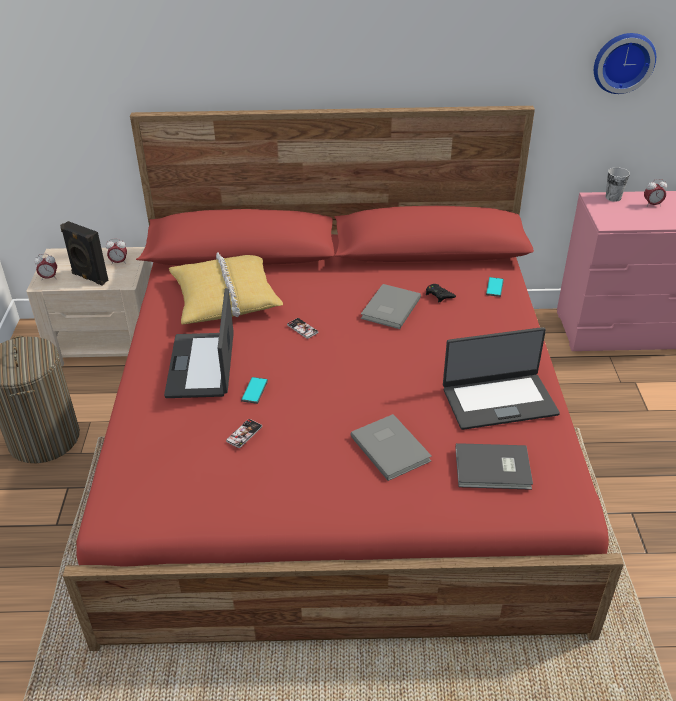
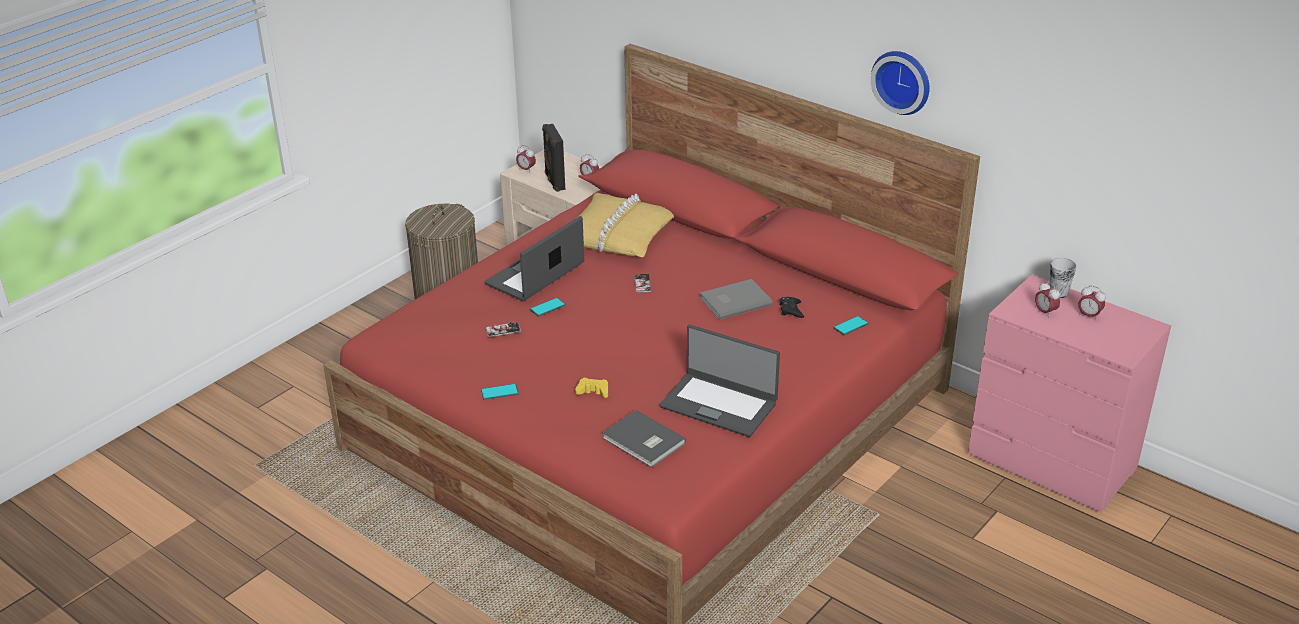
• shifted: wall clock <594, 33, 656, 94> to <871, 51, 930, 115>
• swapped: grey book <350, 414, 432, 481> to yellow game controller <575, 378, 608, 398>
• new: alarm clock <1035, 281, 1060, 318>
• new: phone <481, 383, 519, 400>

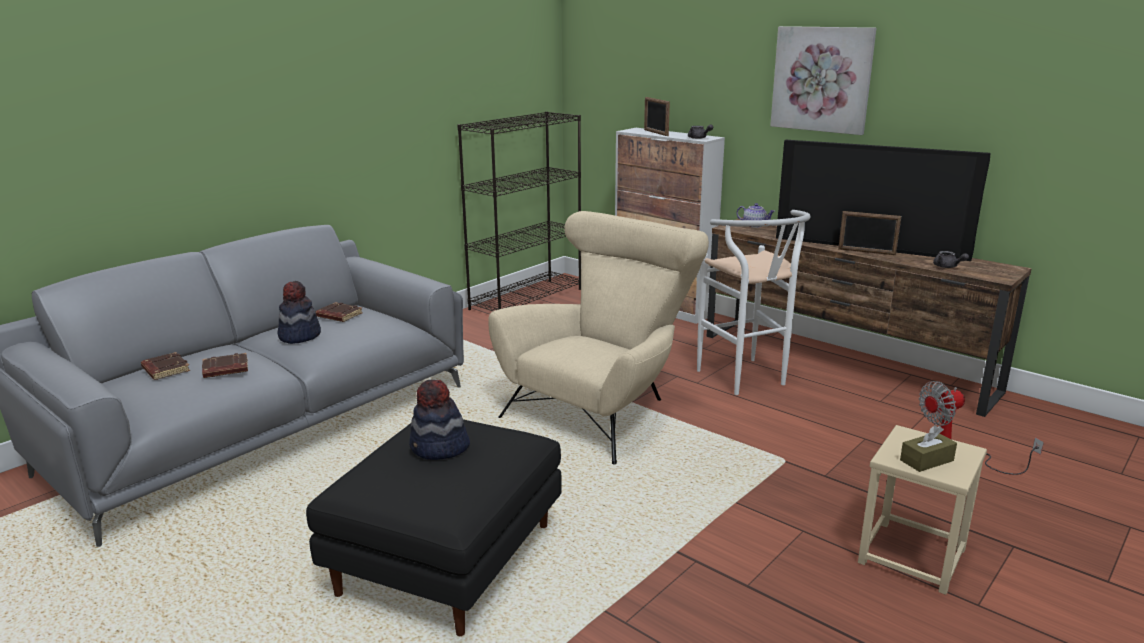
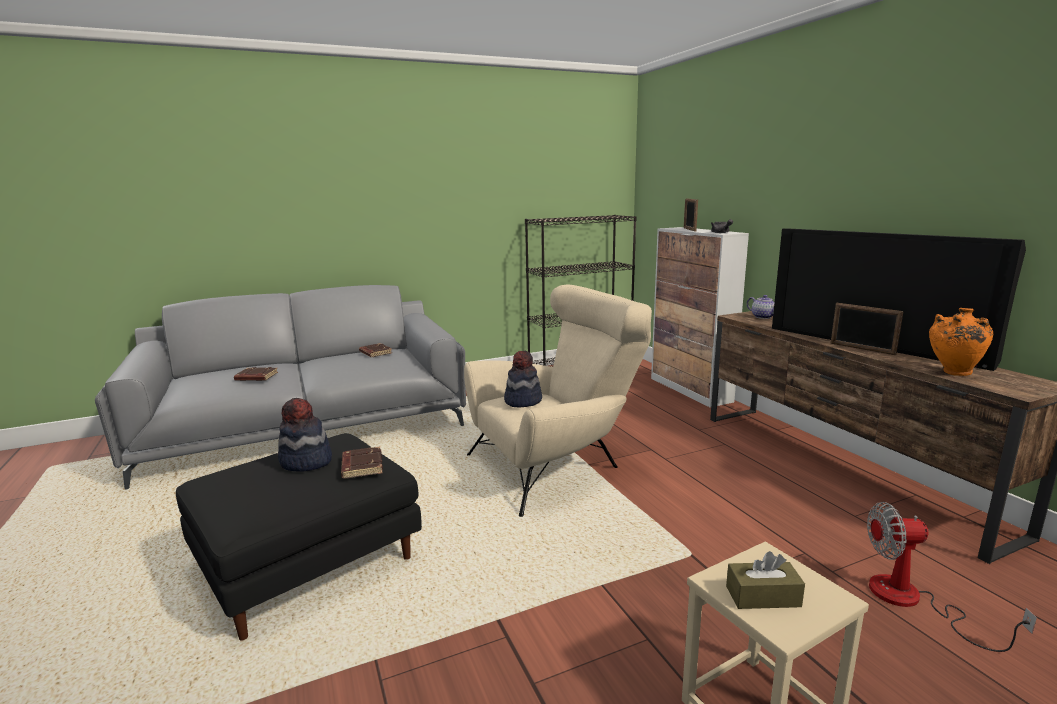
• gone: picture <770, 26, 876, 135>
• gone: white stool <697, 210, 811, 395>
• swapped: grey teapot <933, 251, 969, 268> to orange vase <929, 308, 993, 376>
• shifted: hat <277, 281, 321, 344> to <504, 351, 542, 408>
• shifted: brown book <141, 352, 190, 380> to <341, 446, 383, 479>

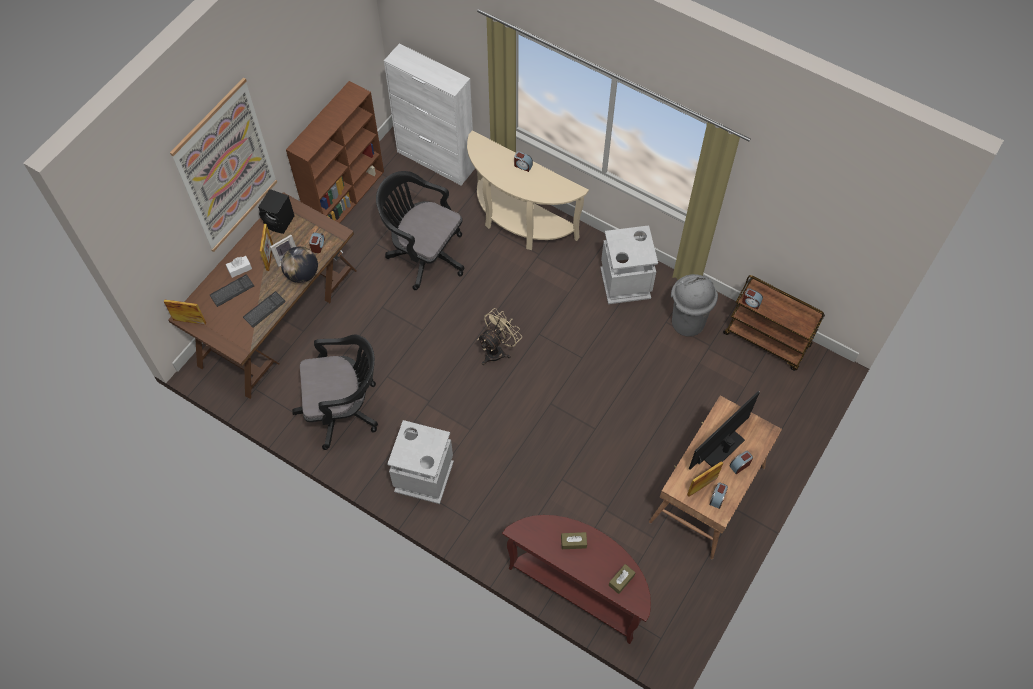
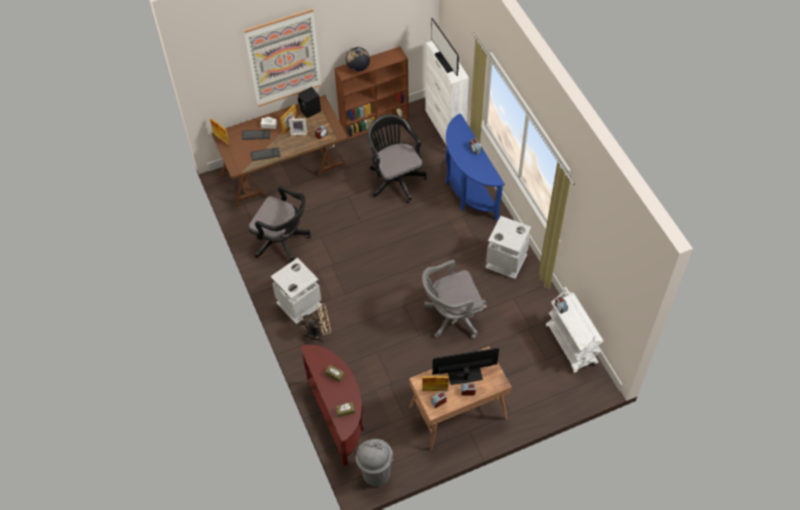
• repainted: beige console table <467, 131, 589, 250> to blue console table <445, 114, 505, 220>
• shifted: globe <281, 247, 318, 283> to <346, 47, 370, 72>
• shifted: grey trash can <671, 274, 718, 337> to <355, 439, 393, 487>
• repainted: brown cart <723, 275, 825, 371> to white cart <545, 287, 603, 373>
• shifted: beige fan <477, 308, 521, 365> to <301, 303, 331, 343>
• new: monitor <431, 18, 459, 76>
• new: grey office chair <422, 260, 487, 338>

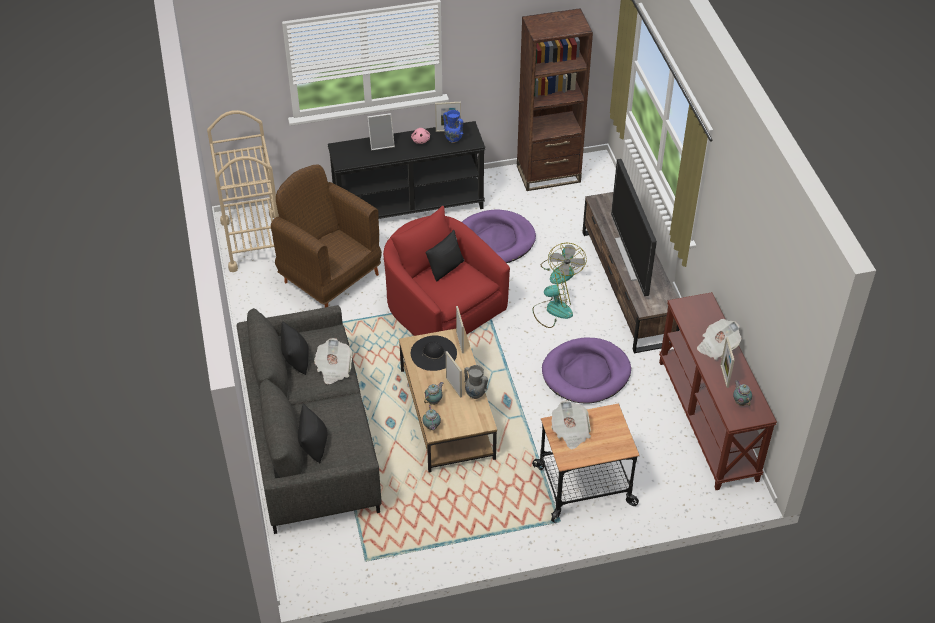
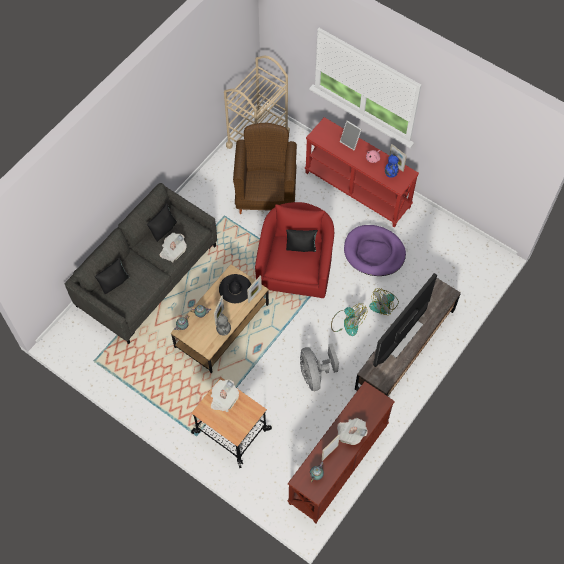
• gone: brown bookcase <517, 8, 593, 191>
• repainted: black console table <328, 121, 485, 219> to red console table <305, 117, 419, 227>
• swapped: purple dog bed <542, 337, 631, 404> to grey fan <300, 343, 339, 391>

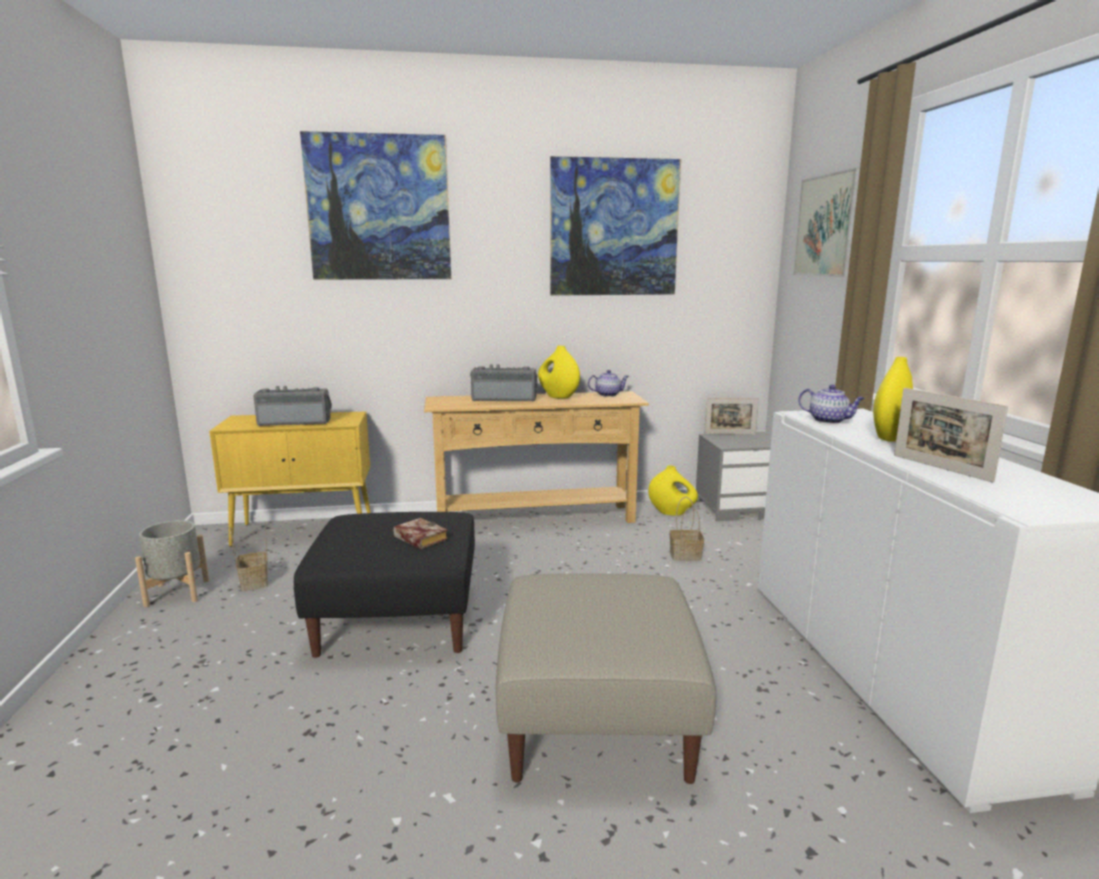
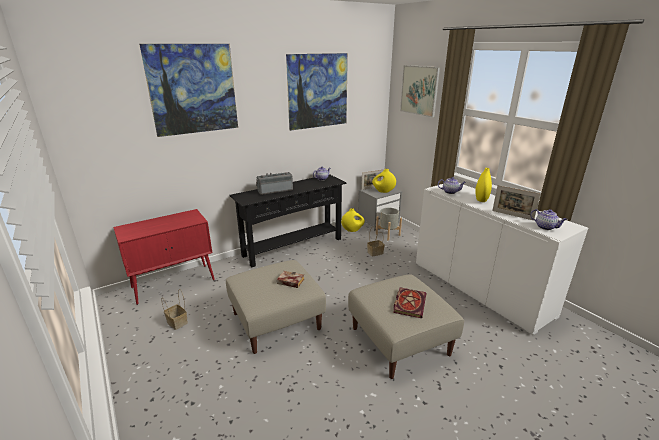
• shifted: yellow vase <538, 346, 580, 399> to <372, 169, 396, 193>
• gone: radio <254, 386, 332, 426>
• repainted: beige console table <424, 391, 649, 523> to black console table <230, 174, 347, 267>
• repainted: yellow cabinet <209, 411, 371, 547> to red cabinet <113, 209, 215, 305>
• repainted: black ottoman <294, 512, 475, 658> to beige ottoman <226, 260, 326, 354>
• shifted: grey planter <135, 520, 209, 607> to <376, 208, 402, 241>
• new: teapot <530, 209, 567, 230>
• new: book <393, 287, 426, 318>

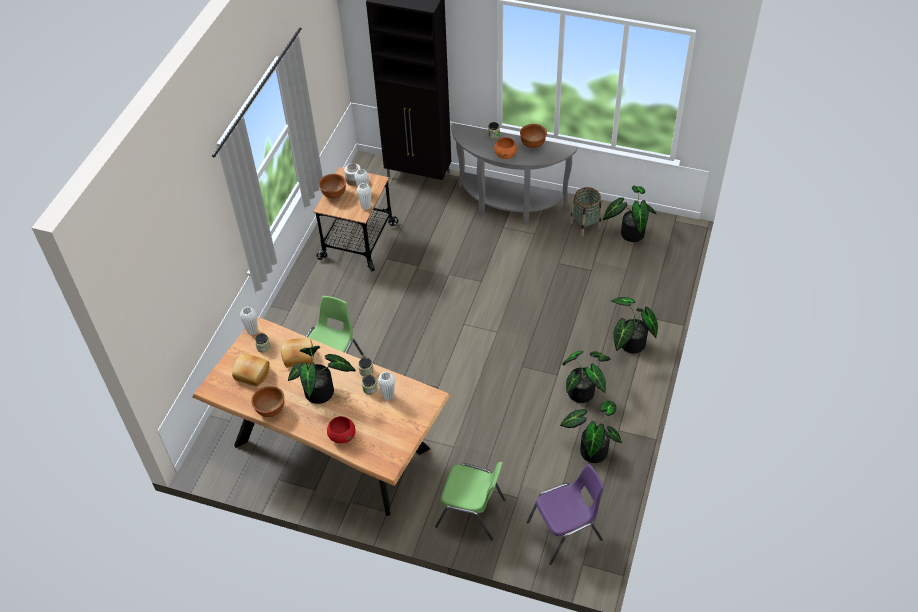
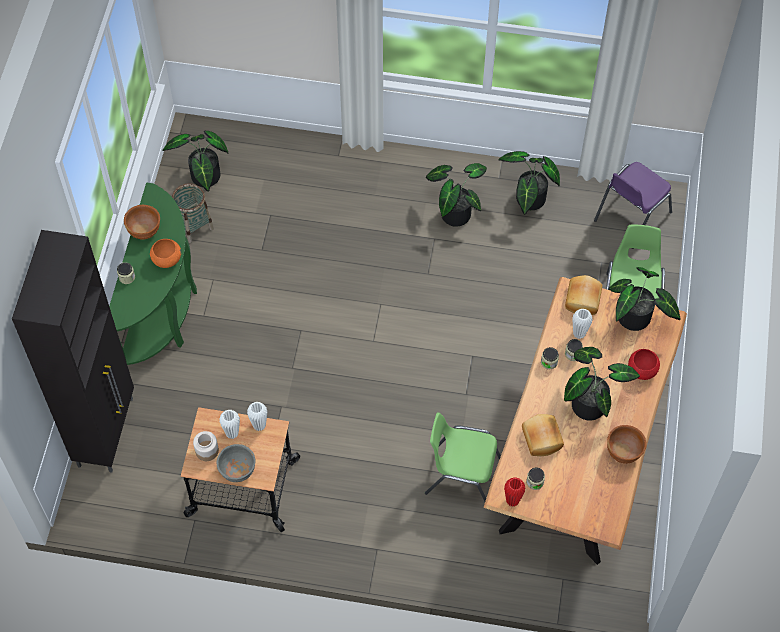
• repainted: grey console table <451, 123, 577, 224> to green console table <109, 182, 197, 365>
• repainted: brown bowl <319, 174, 346, 199> to grey bowl <216, 444, 256, 482>
• shifted: potted plant <611, 297, 658, 354> to <608, 267, 681, 331>
• repainted: white vase <240, 307, 258, 335> to red vase <504, 477, 526, 507>
• shifted: bread <232, 354, 269, 387> to <565, 275, 603, 315>
• rotated: purple chair <527, 464, 604, 565> = <594, 162, 672, 249> 105 degrees counterclockwise

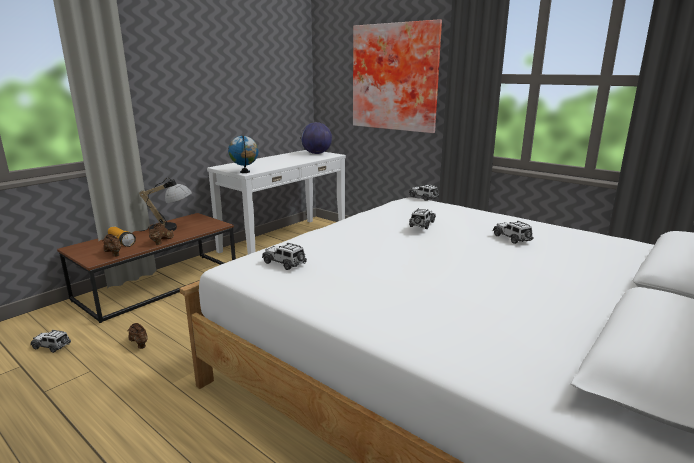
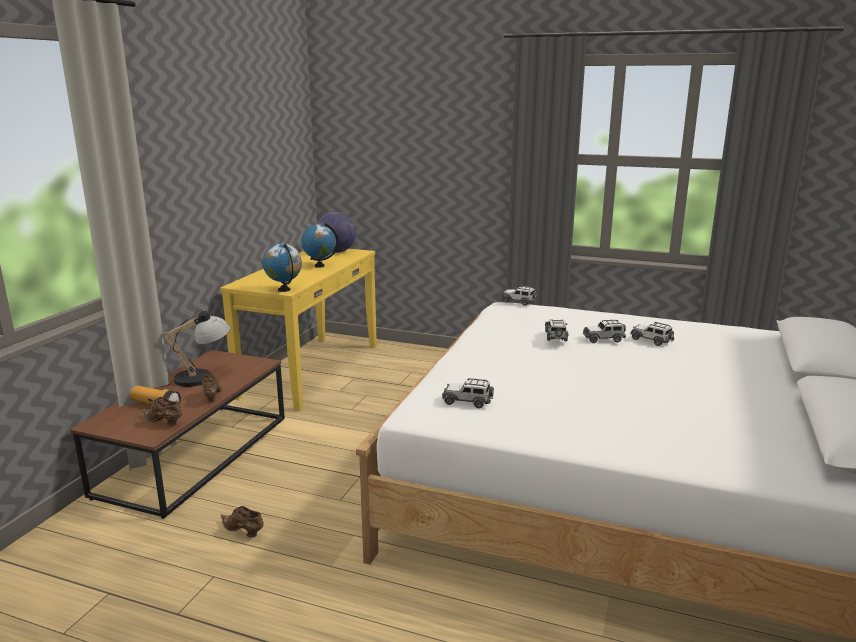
• gone: picture <353, 19, 442, 133>
• repainted: white console table <207, 150, 346, 255> to yellow console table <220, 249, 377, 411>
• shifted: toy car <31, 330, 71, 353> to <583, 320, 626, 343>
• new: globe <301, 223, 338, 268>

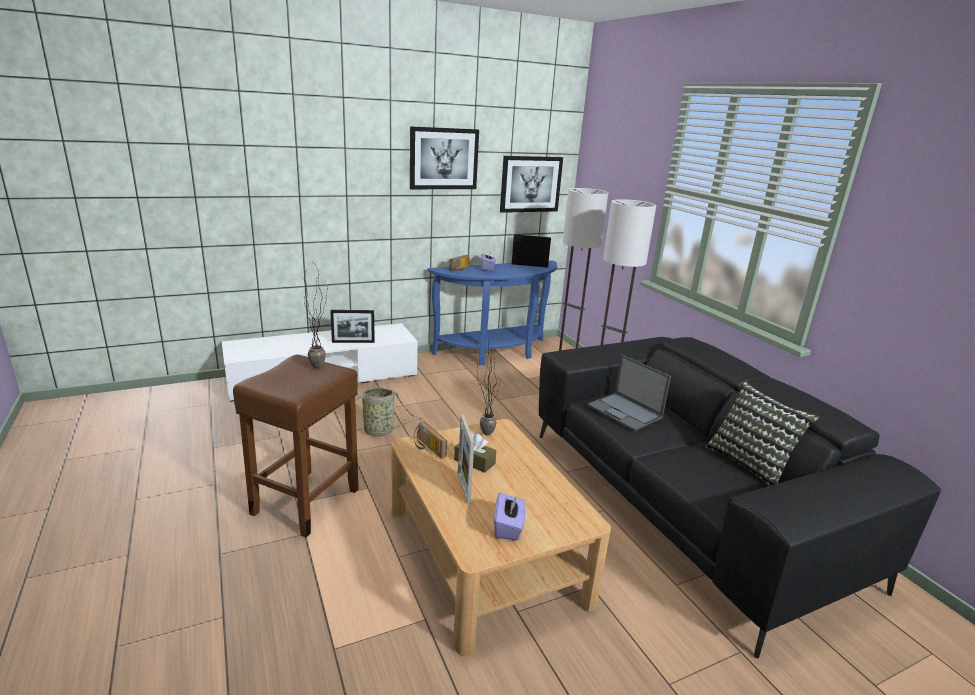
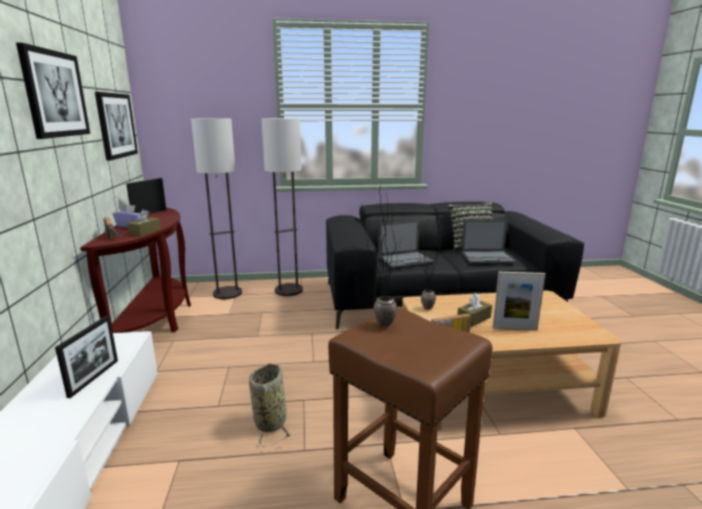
• repainted: blue console table <428, 260, 557, 365> to brown console table <80, 207, 191, 333>
• gone: purple tissue box <494, 492, 526, 540>
• new: brown tissue box <127, 209, 161, 236>
• new: laptop <461, 220, 516, 263>

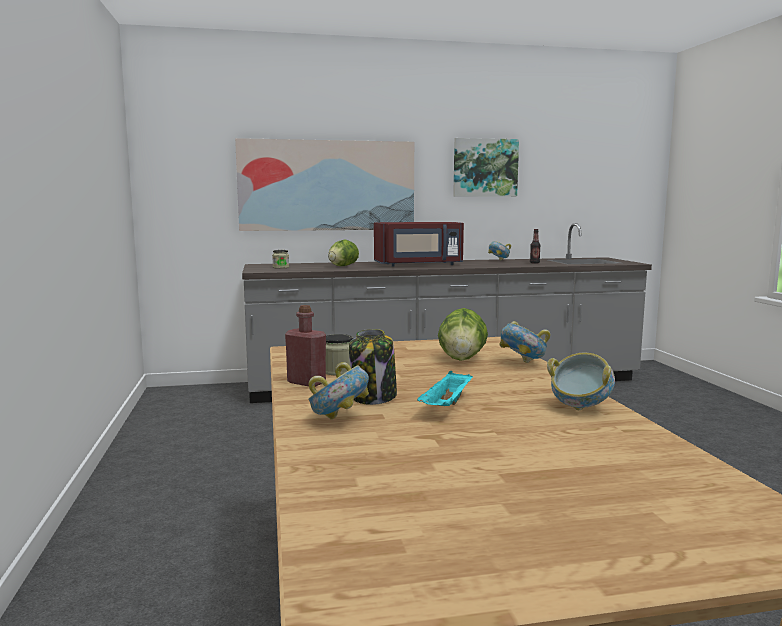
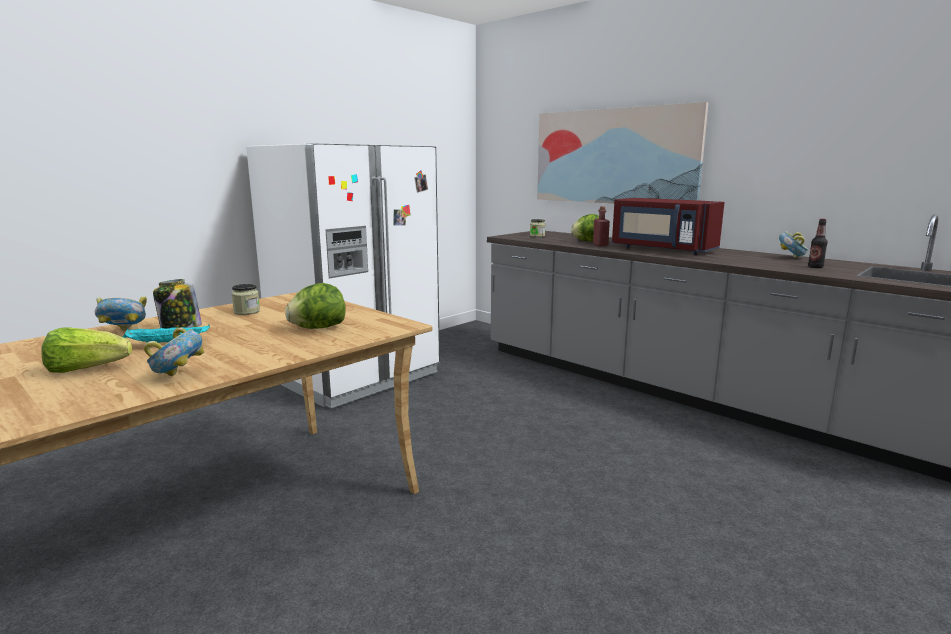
• gone: picture <453, 138, 519, 197>
• shifted: red bottle <285, 305, 326, 387> to <593, 206, 610, 246>
• gone: bowl <499, 321, 551, 363>
• new: white fridge <246, 144, 440, 408>
• new: lettuce <41, 328, 132, 373>

